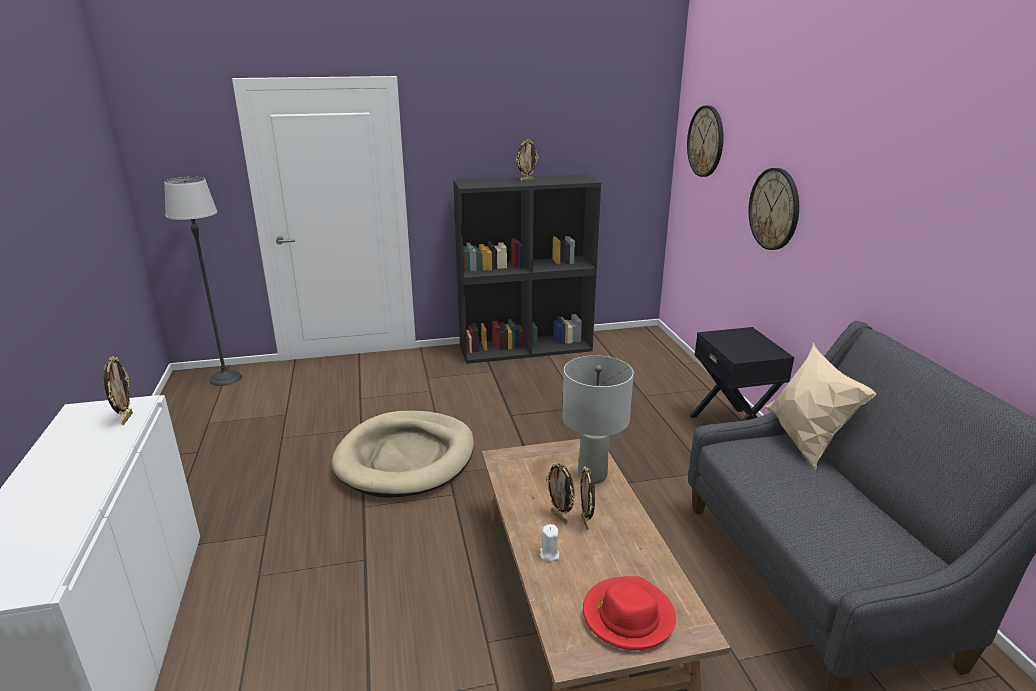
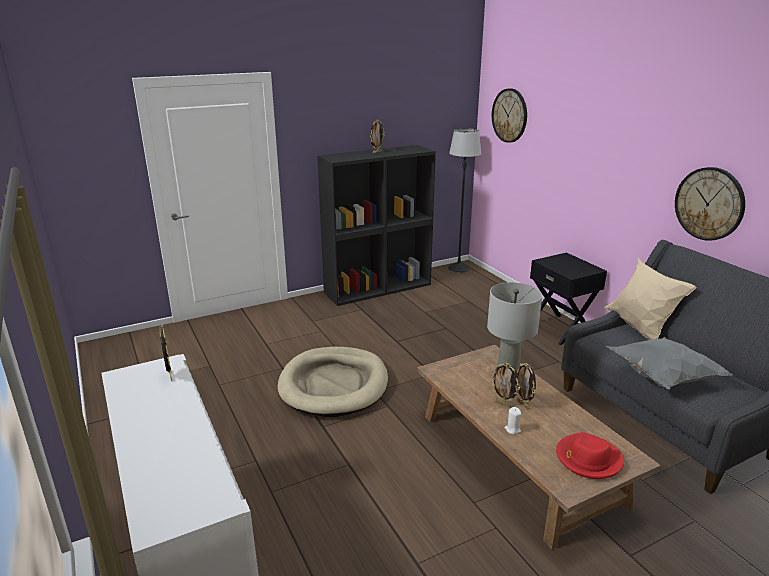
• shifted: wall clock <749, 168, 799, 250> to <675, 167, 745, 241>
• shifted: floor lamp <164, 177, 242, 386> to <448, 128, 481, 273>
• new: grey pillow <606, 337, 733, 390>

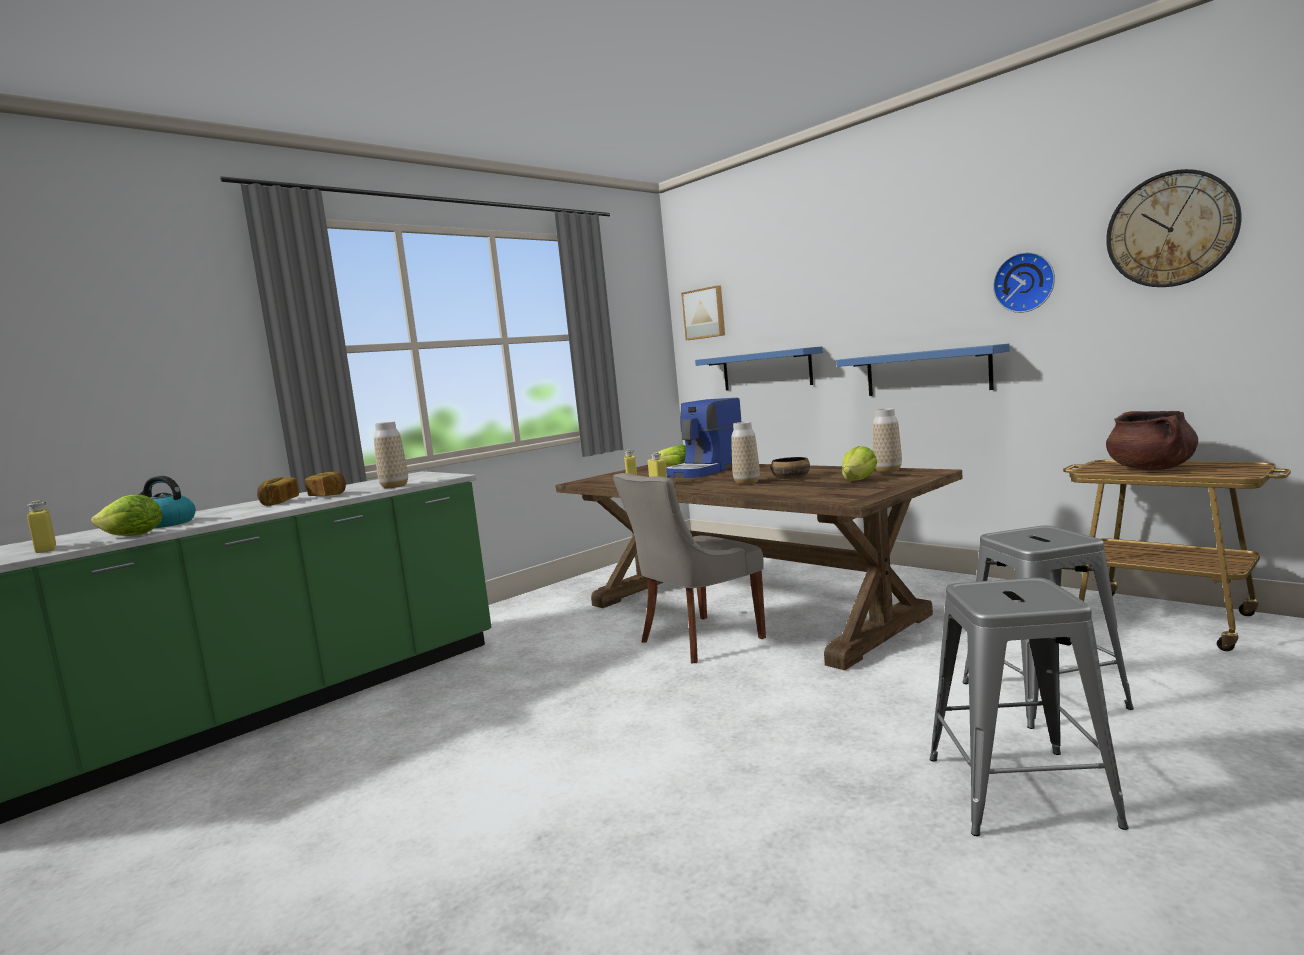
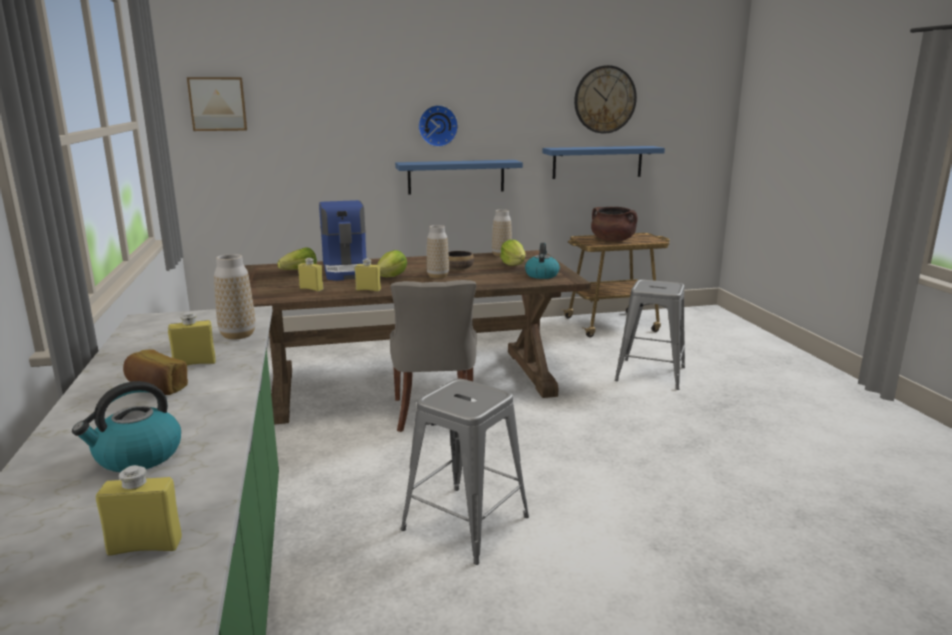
• shifted: wall clock <993, 252, 1055, 313> to <418, 105, 458, 147>
• shifted: blue shelf <695, 346, 823, 391> to <542, 146, 665, 179>
• swapped: bread <305, 472, 346, 496> to yellow bottle <168, 312, 216, 365>
• shifted: lettuce <91, 494, 162, 536> to <377, 250, 407, 277>
• shifted: grey stool <930, 578, 1128, 836> to <401, 379, 529, 565>
• new: kettle <525, 243, 560, 279>

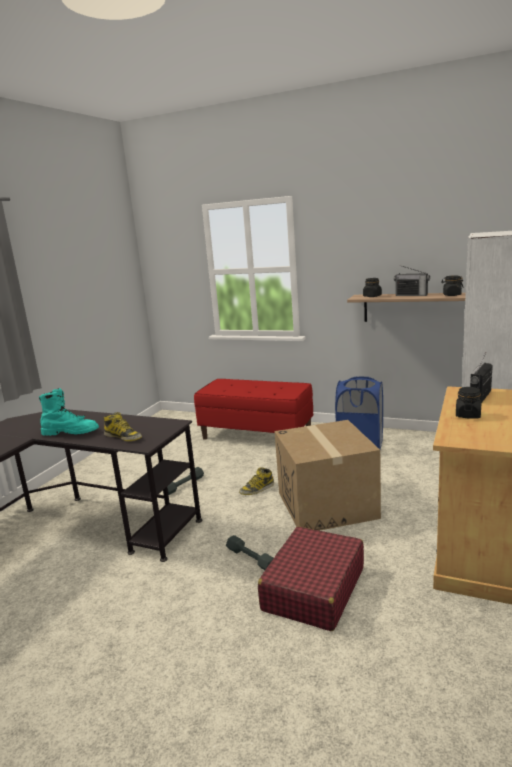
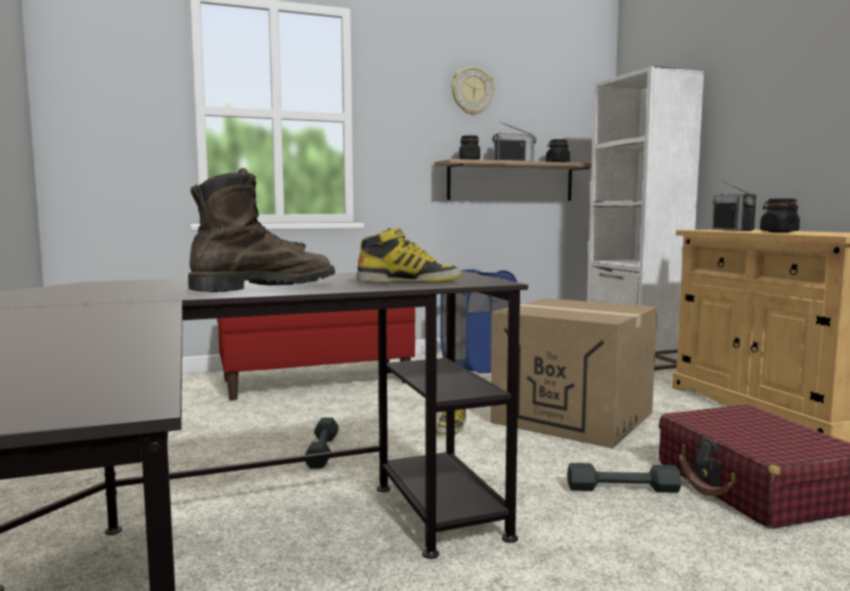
• repainted: turquoise boot <39, 388, 99, 436> to brown boot <188, 168, 335, 292>
• new: wall clock <451, 66, 494, 115>

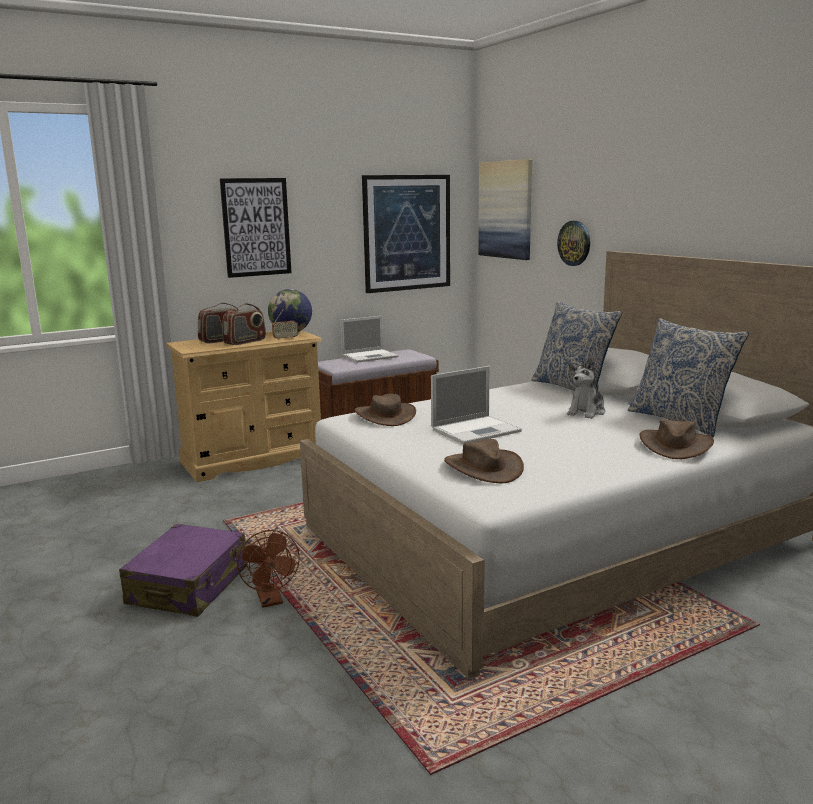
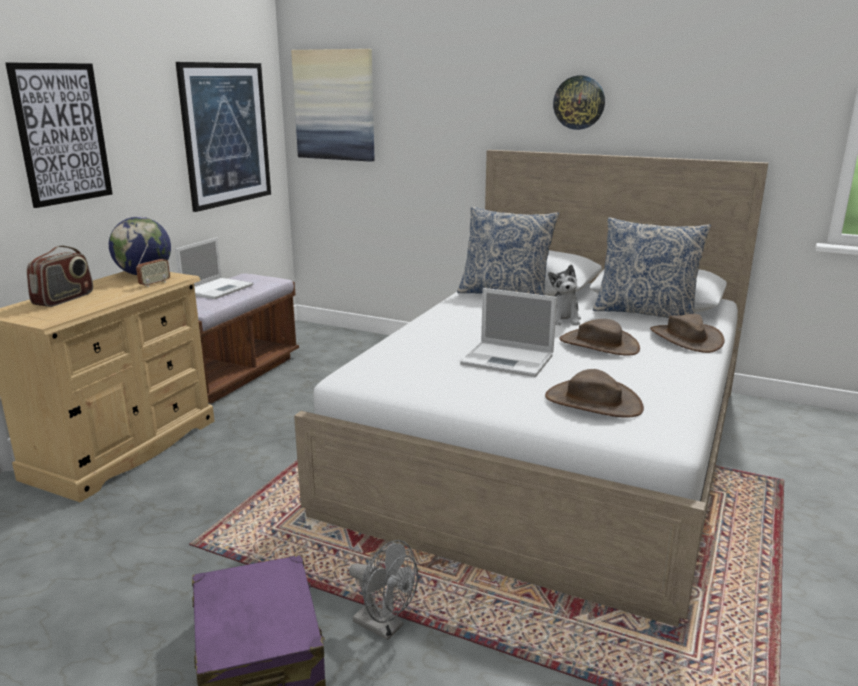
• shifted: wall clock <557, 221, 590, 266> to <553, 75, 605, 130>
• gone: radio <222, 303, 266, 345>
• rotated: laptop <431, 366, 522, 444> = <460, 288, 557, 377> 90 degrees clockwise
• shifted: brown hat <355, 394, 416, 426> to <559, 319, 640, 356>
• repainted: brown fan <237, 530, 300, 608> to grey fan <349, 540, 418, 640>

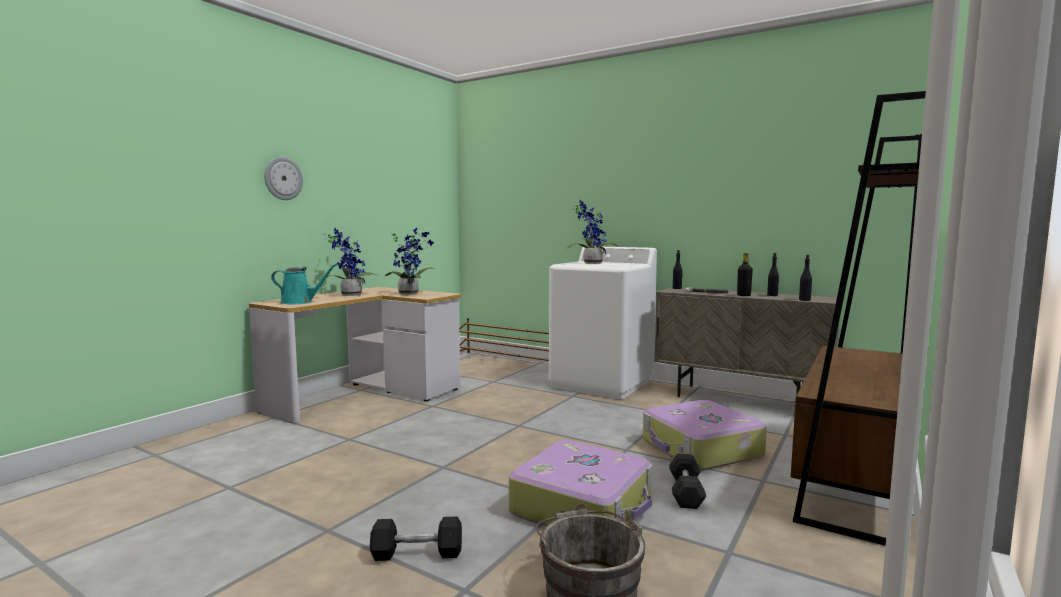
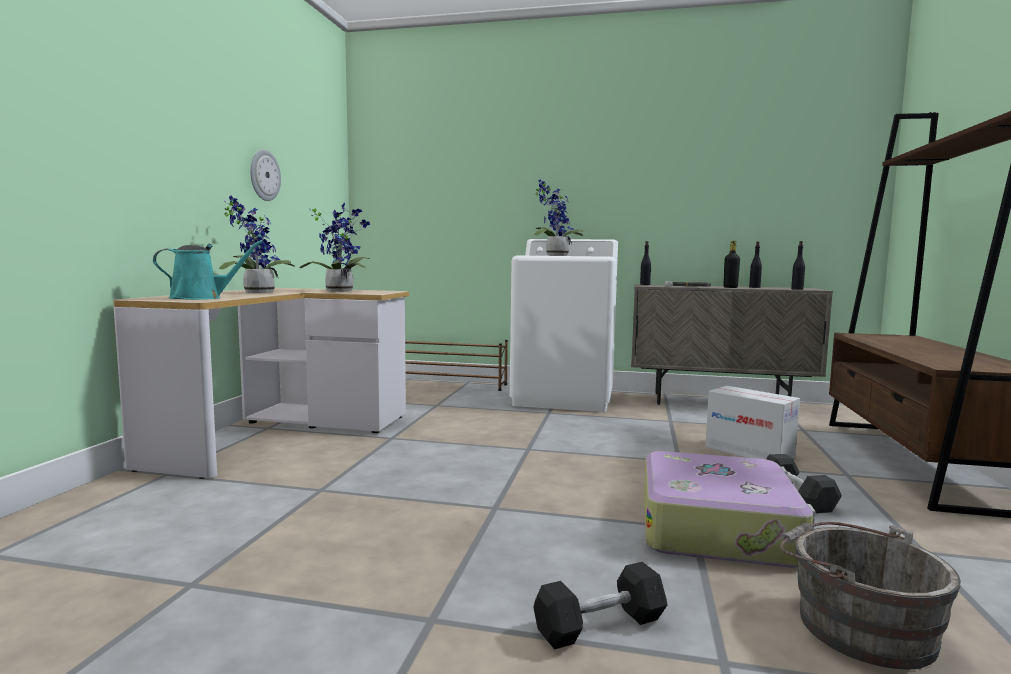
• shifted: wall clock <264, 157, 303, 200> to <250, 150, 281, 201>
• swapped: suitcase <643, 400, 767, 471> to cardboard box <705, 386, 800, 459>

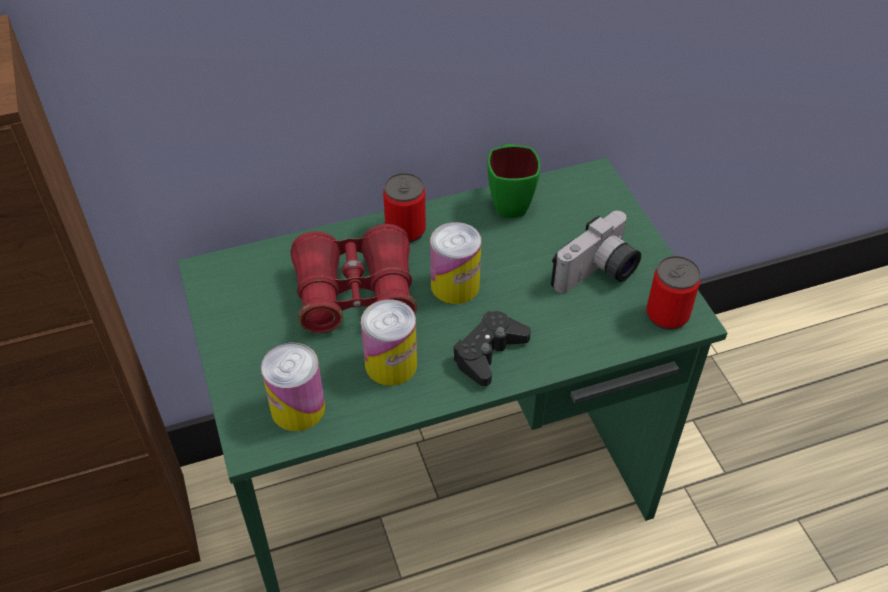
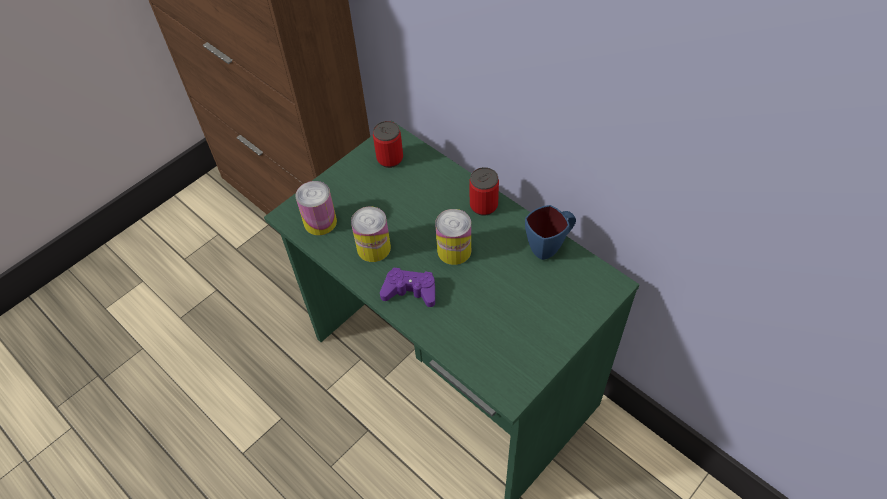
• repainted: green mug <488, 144, 540, 218> to blue mug <525, 205, 576, 260>
• gone: photo camera <551, 211, 641, 293>
• gone: red binoculars <291, 224, 417, 333>
• shifted: can <646, 256, 701, 330> to <373, 121, 403, 168>
• repainted: black game controller <453, 311, 531, 386> to purple game controller <380, 267, 435, 307>

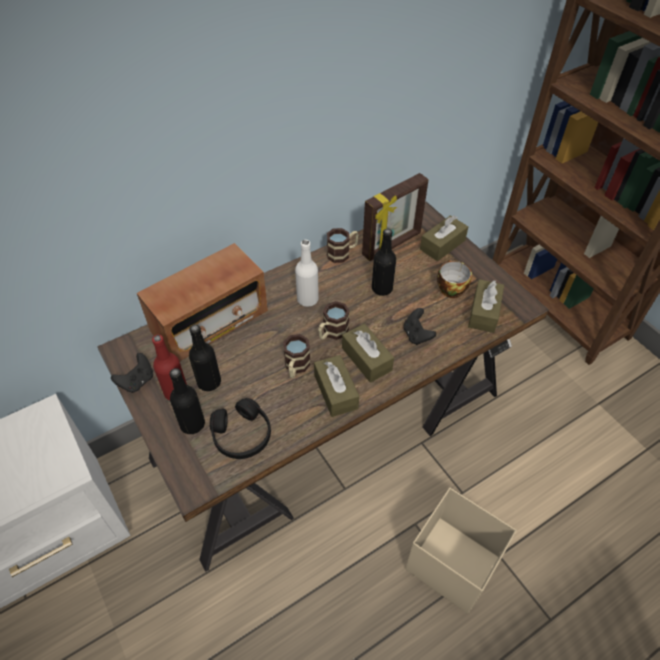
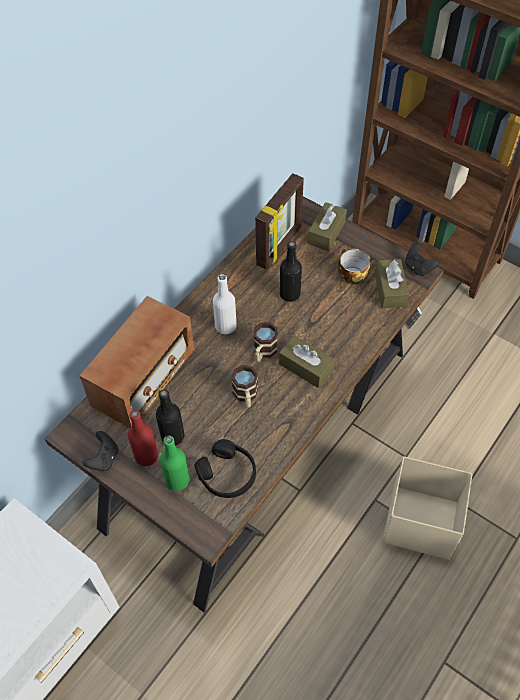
• gone: mug <327, 228, 358, 263>
• shifted: black game controller <403, 308, 436, 345> to <405, 243, 440, 276>
• gone: brown tissue box <314, 355, 359, 417>
• repainted: black bottle <169, 368, 205, 434> to green bottle <160, 436, 190, 491>

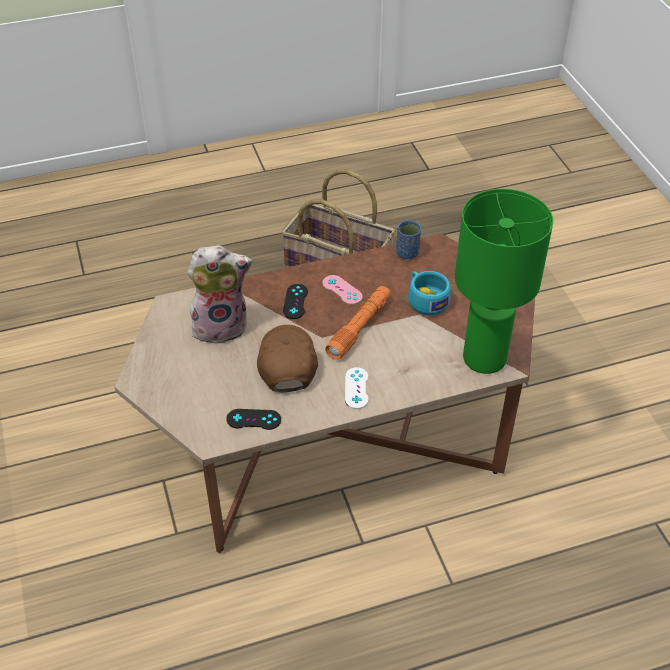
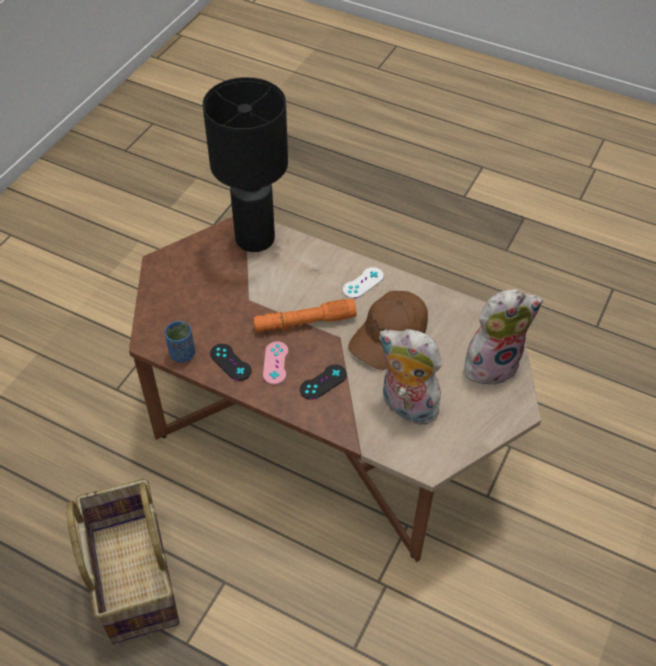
• repainted: green table lamp <455, 189, 553, 374> to black table lamp <203, 77, 288, 252>
• gone: turquoise cup <408, 271, 451, 315>
• shifted: black game controller <226, 409, 281, 430> to <210, 344, 252, 381>
• new: plush toy <464, 289, 543, 388>

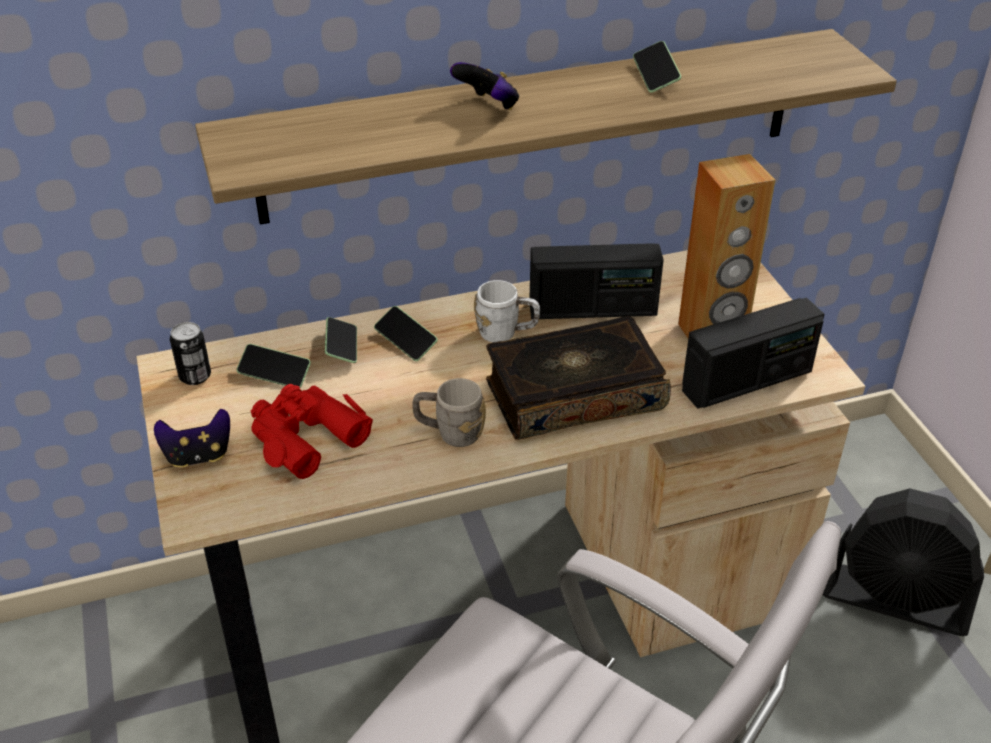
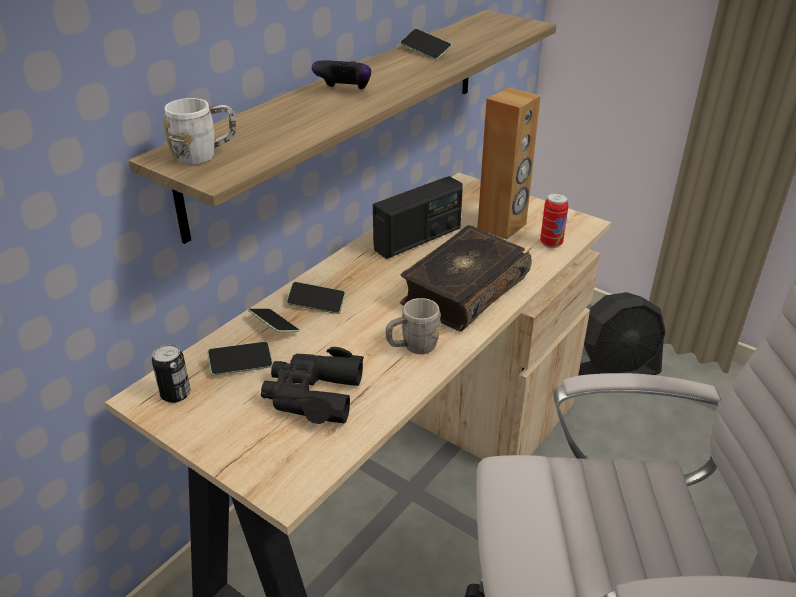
• shifted: white mug <474, 280, 540, 343> to <163, 98, 236, 165>
• swapped: radio <682, 298, 824, 409> to can <540, 193, 569, 248>
• repainted: red binoculars <251, 384, 373, 479> to black binoculars <261, 347, 364, 424>
• gone: game controller <154, 409, 230, 468>

